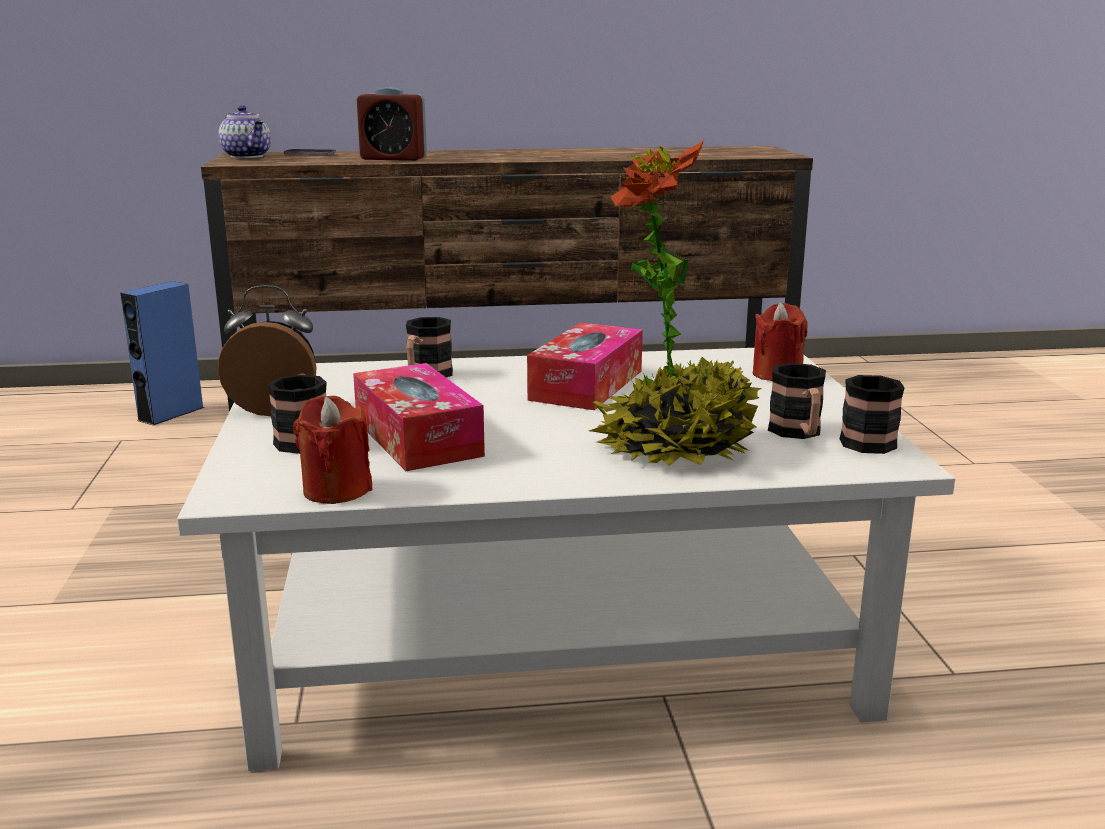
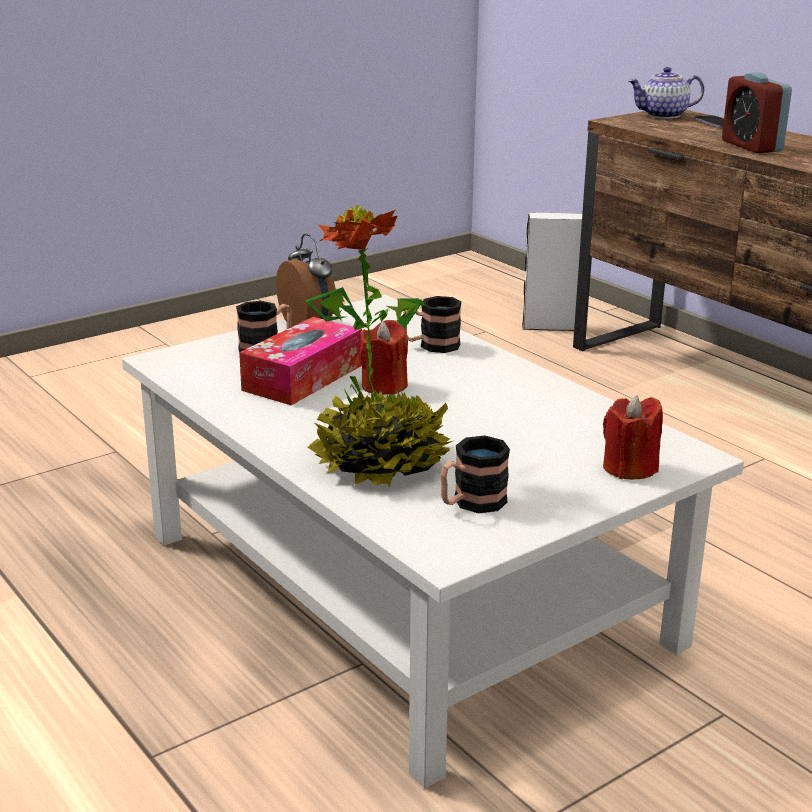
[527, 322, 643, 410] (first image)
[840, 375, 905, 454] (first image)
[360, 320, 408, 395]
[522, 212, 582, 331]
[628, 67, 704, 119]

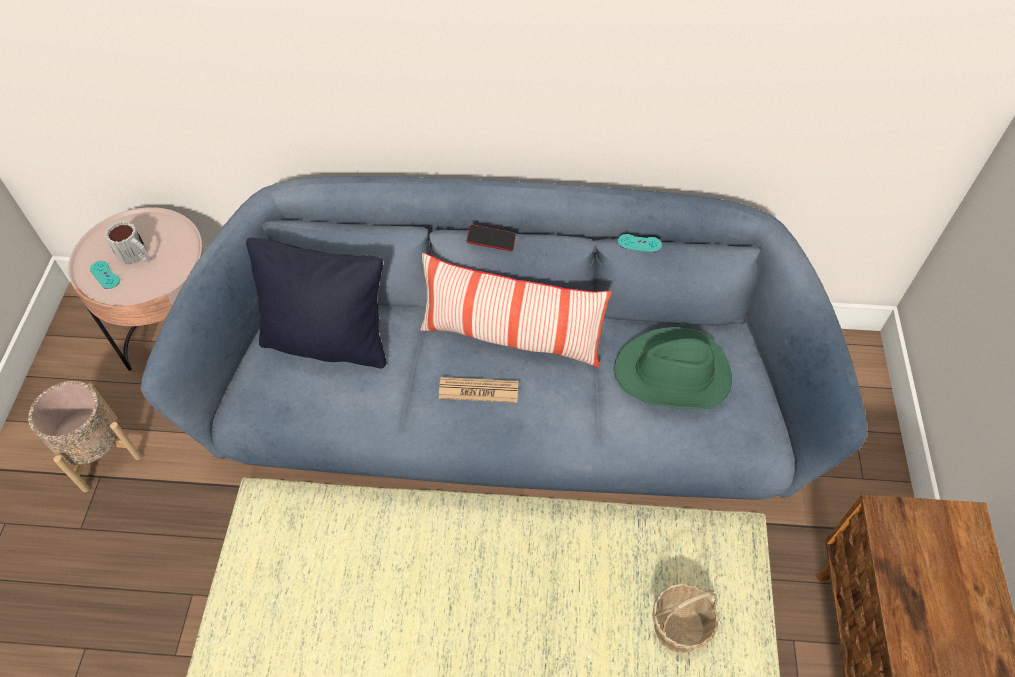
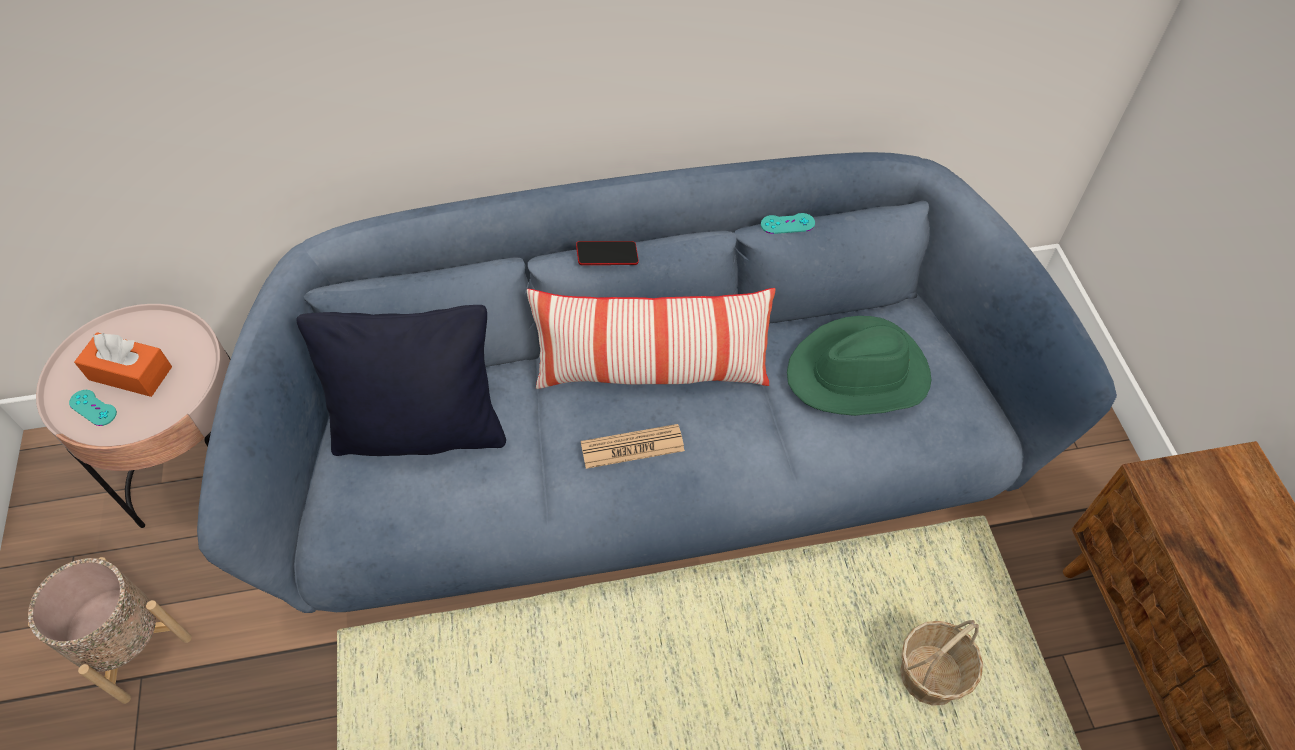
[74, 332, 172, 397]

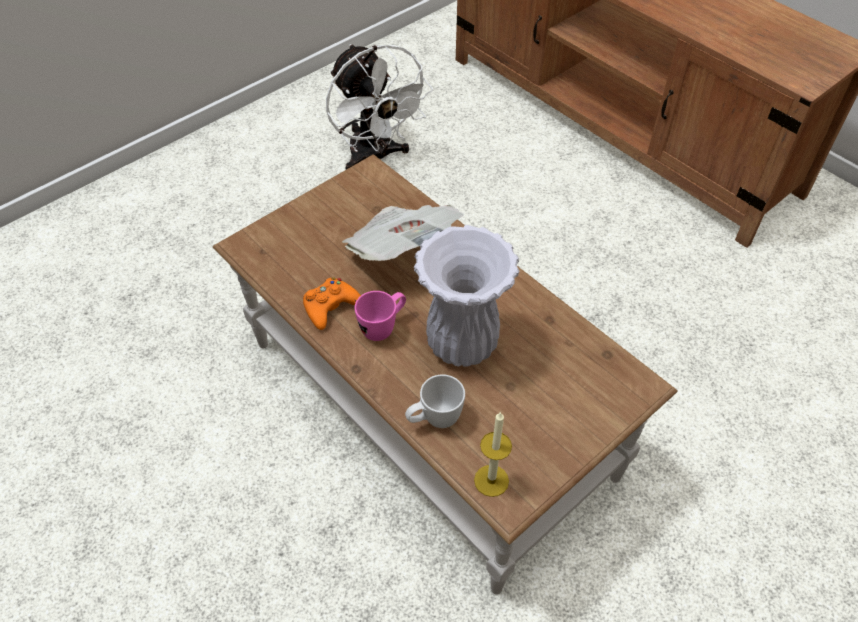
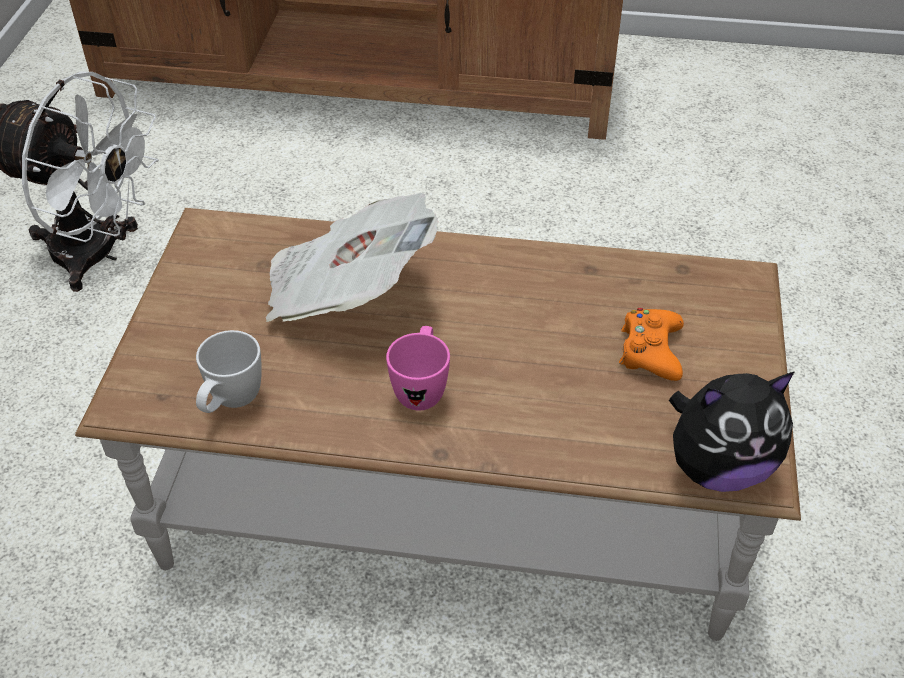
[414, 225, 519, 367] (first image)
[619, 308, 684, 381]
[196, 330, 262, 413]
[669, 372, 794, 492]

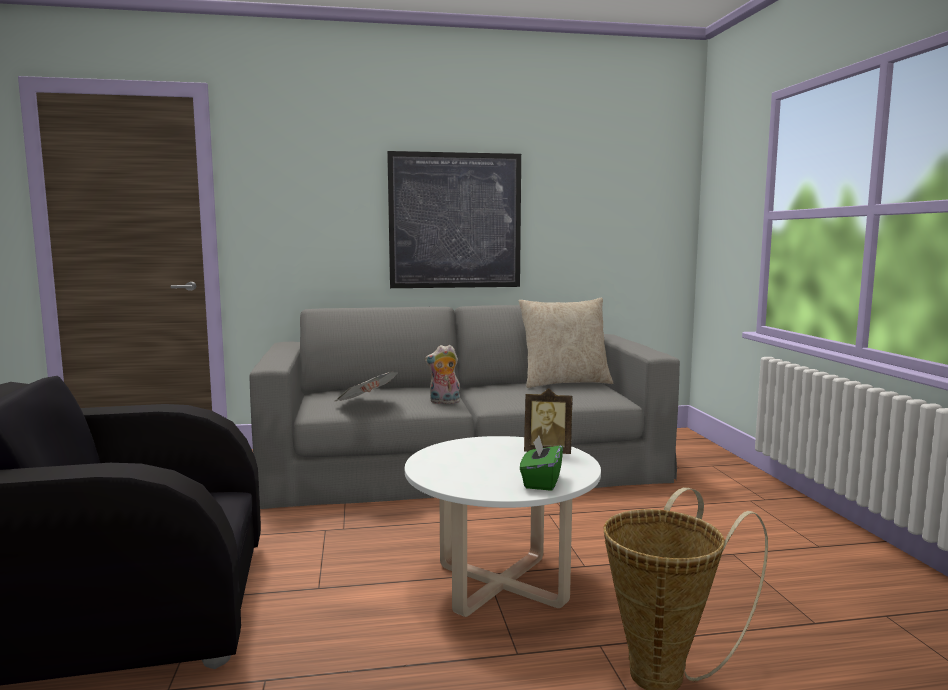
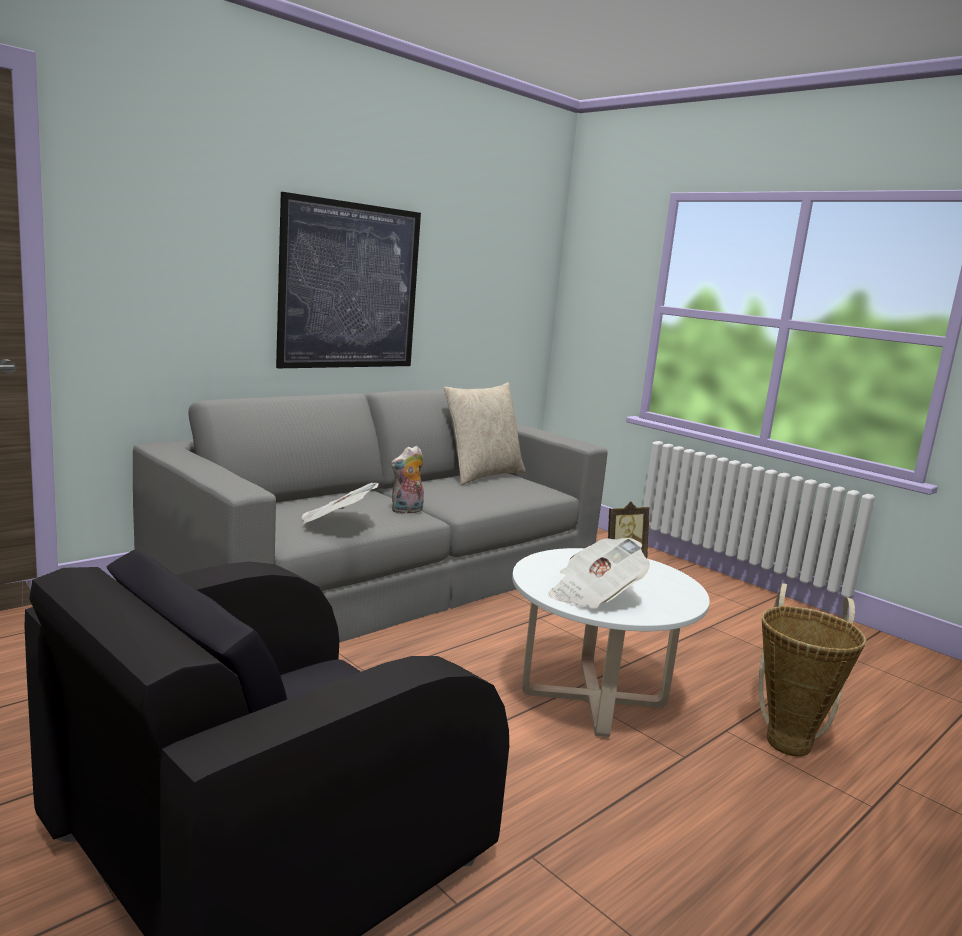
[520, 436, 563, 491] (first image)
[549, 538, 650, 609]

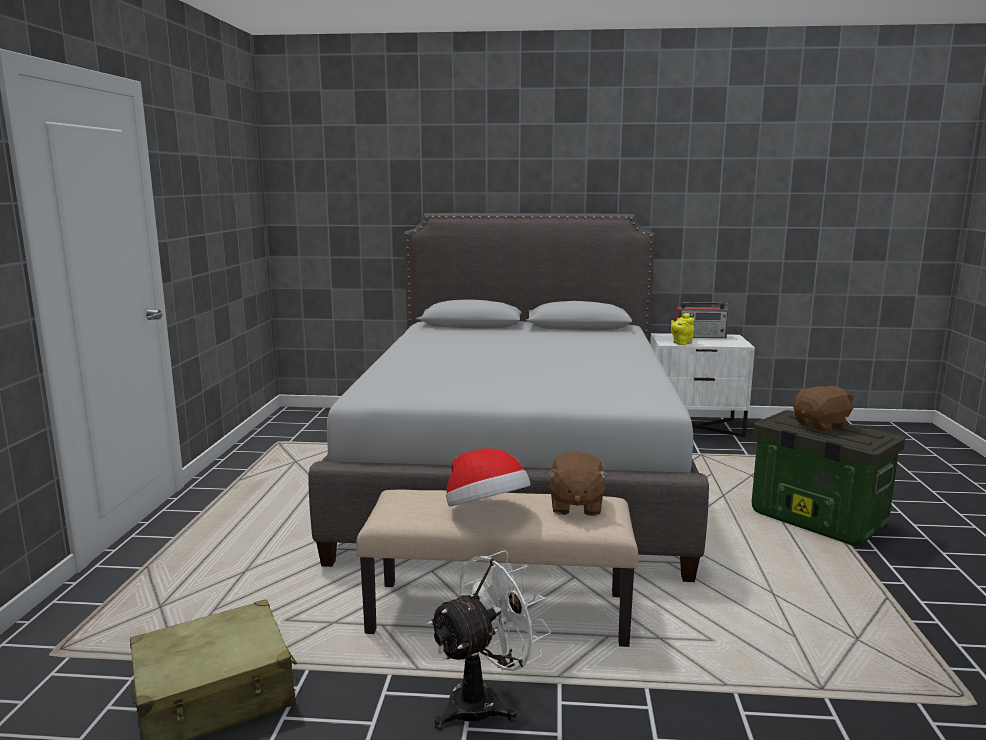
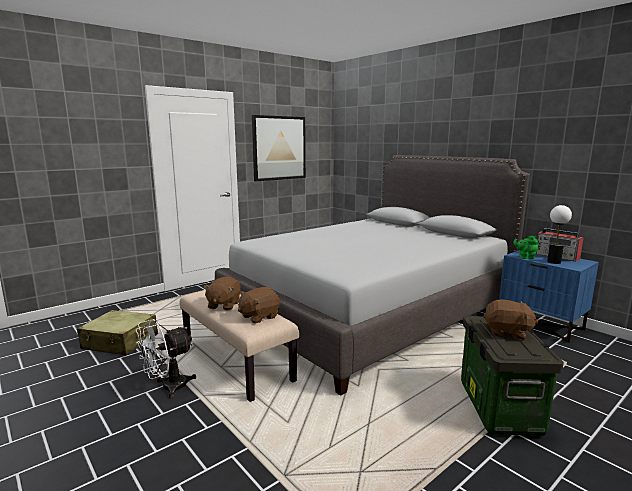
[252, 115, 306, 181]
[547, 205, 572, 264]
[203, 277, 241, 310]
[499, 250, 599, 343]
[513, 236, 539, 259]
[136, 319, 196, 398]

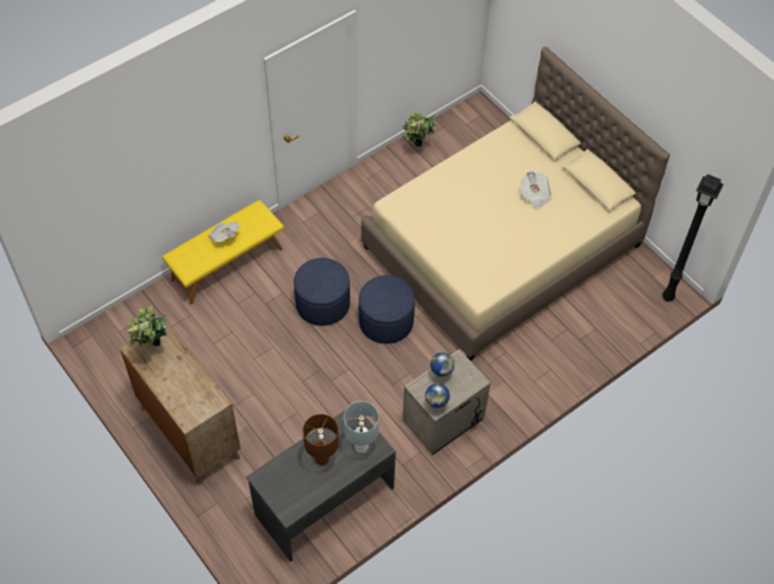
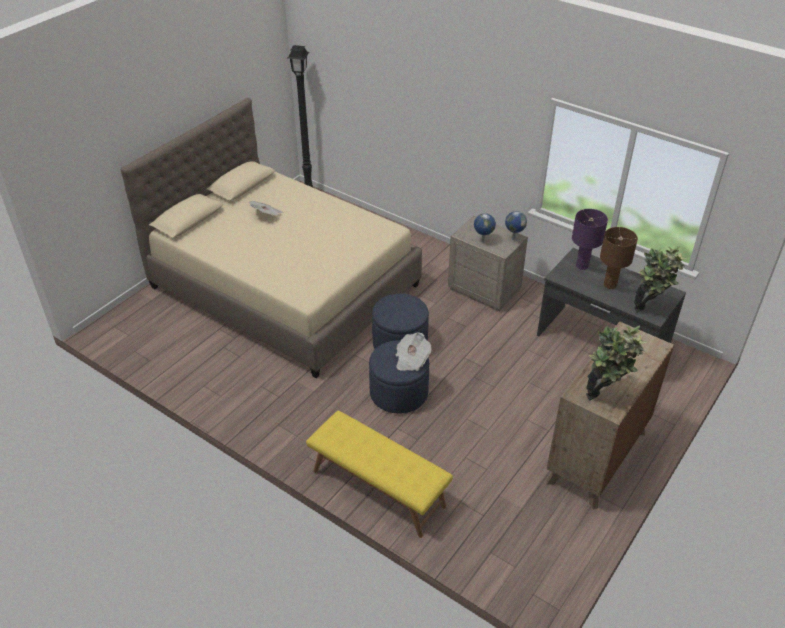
[396, 332, 432, 371]
[634, 246, 687, 313]
[572, 209, 608, 270]

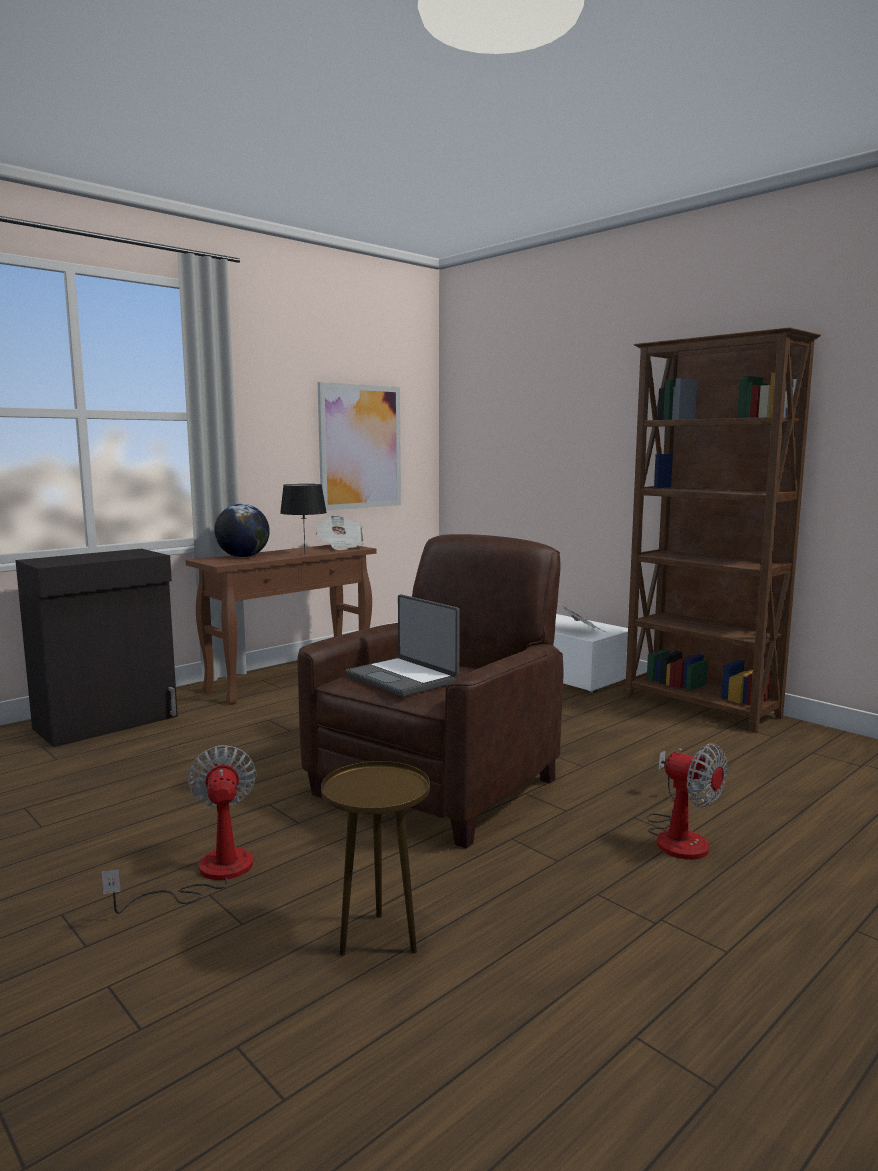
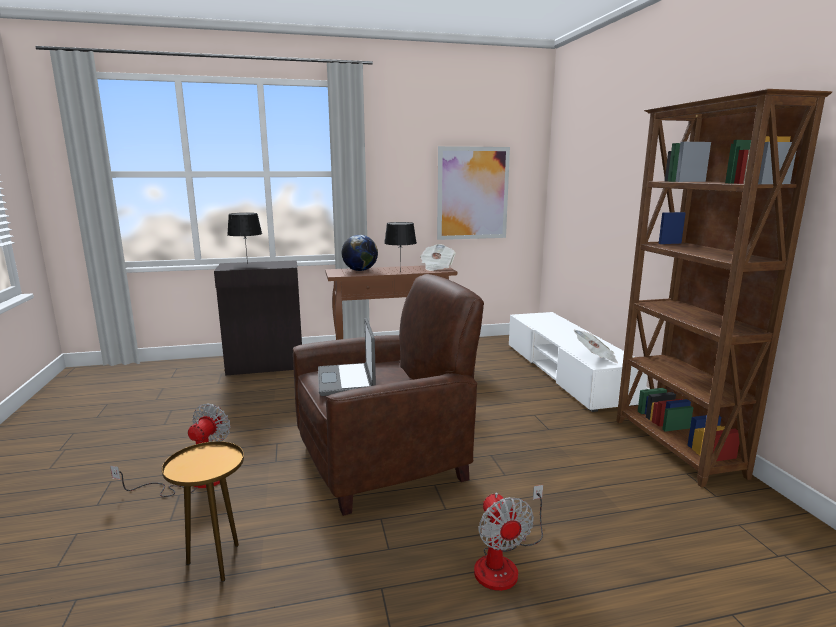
[227, 213, 262, 264]

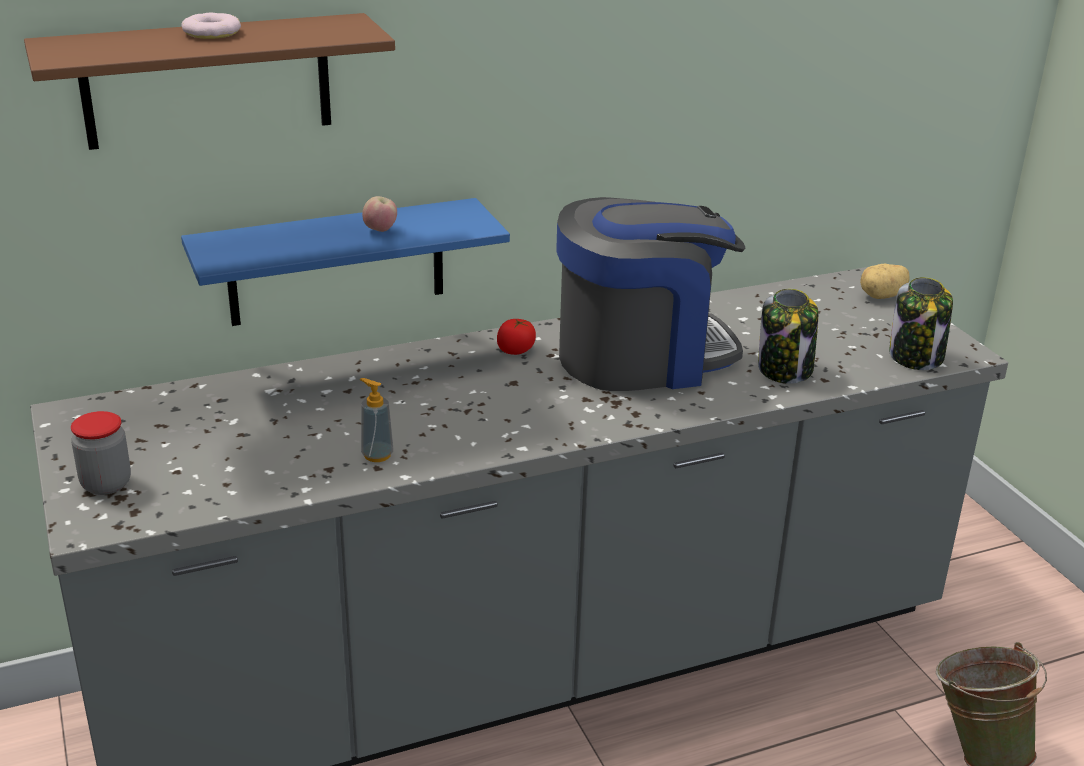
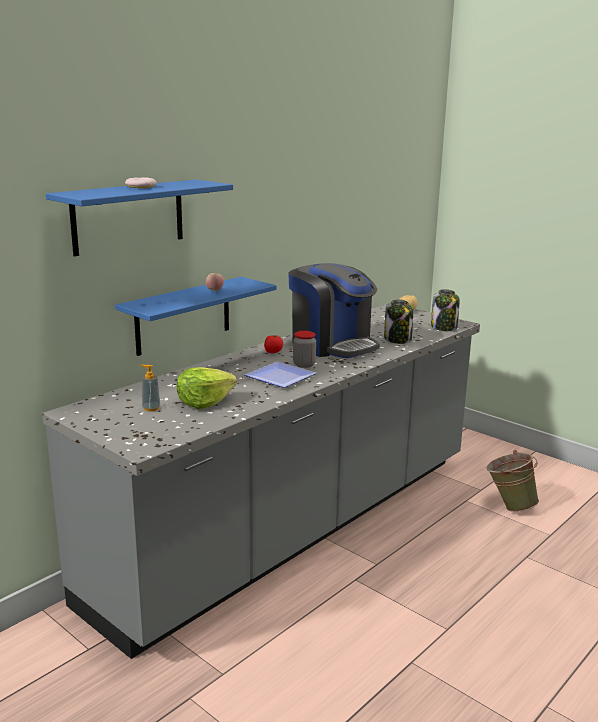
[177, 367, 237, 409]
[244, 361, 316, 388]
[293, 331, 316, 368]
[140, 365, 160, 412]
[46, 180, 233, 256]
[288, 263, 380, 358]

